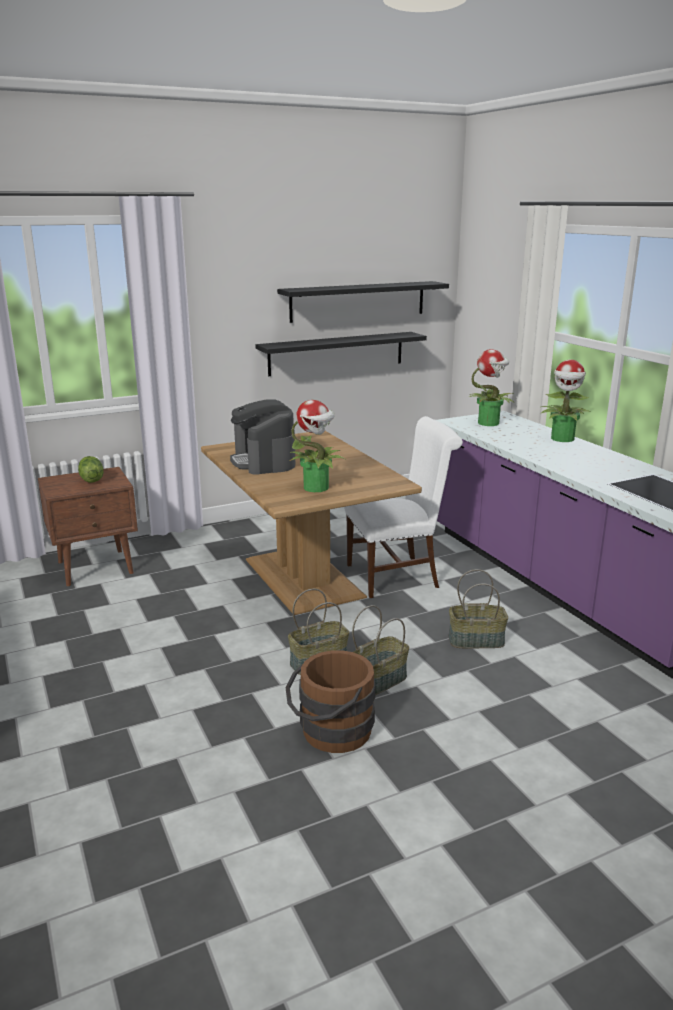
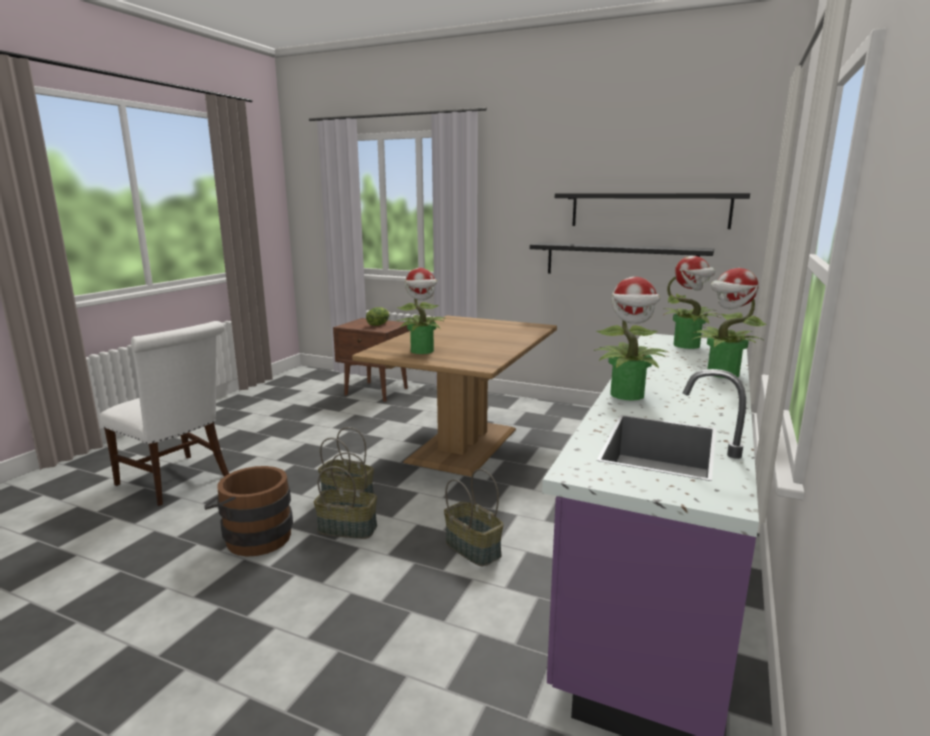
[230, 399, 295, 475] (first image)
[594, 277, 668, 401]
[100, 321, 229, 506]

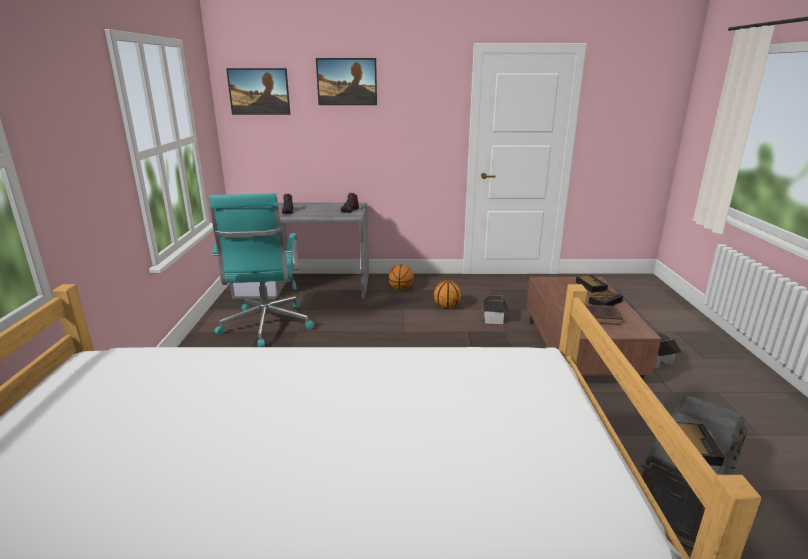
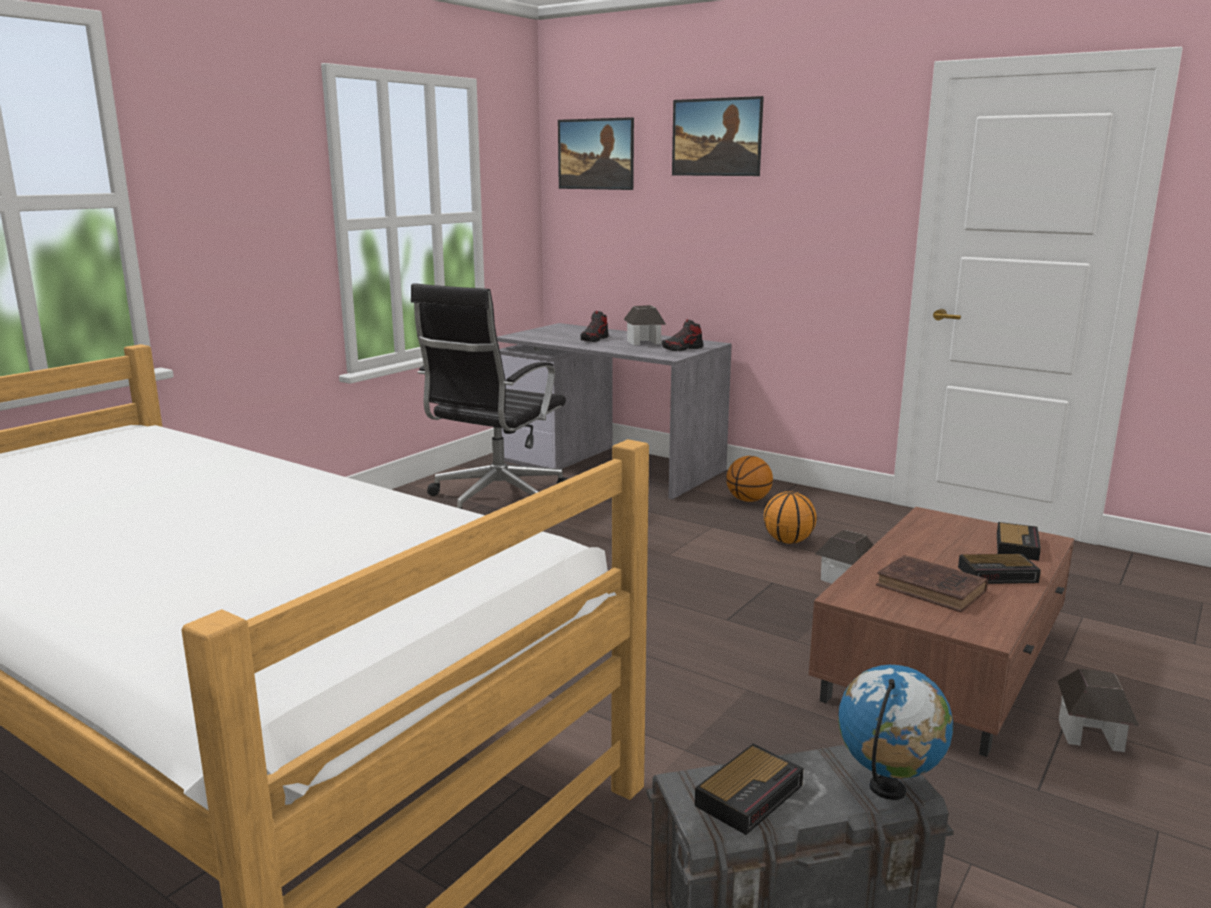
[623, 305, 666, 345]
[838, 665, 953, 800]
[411, 283, 568, 509]

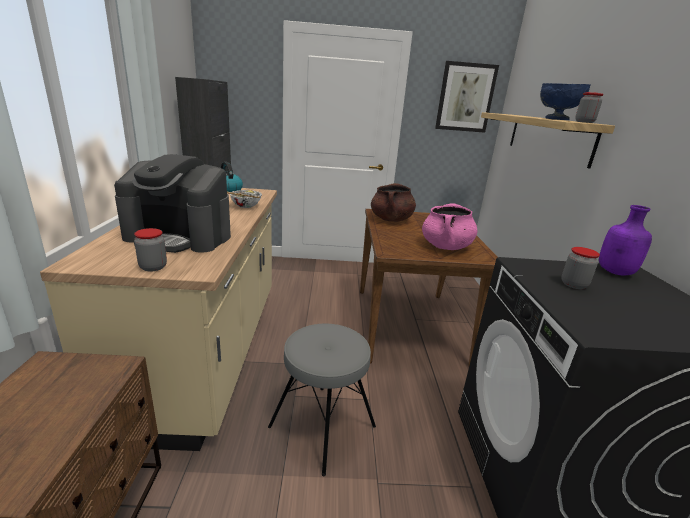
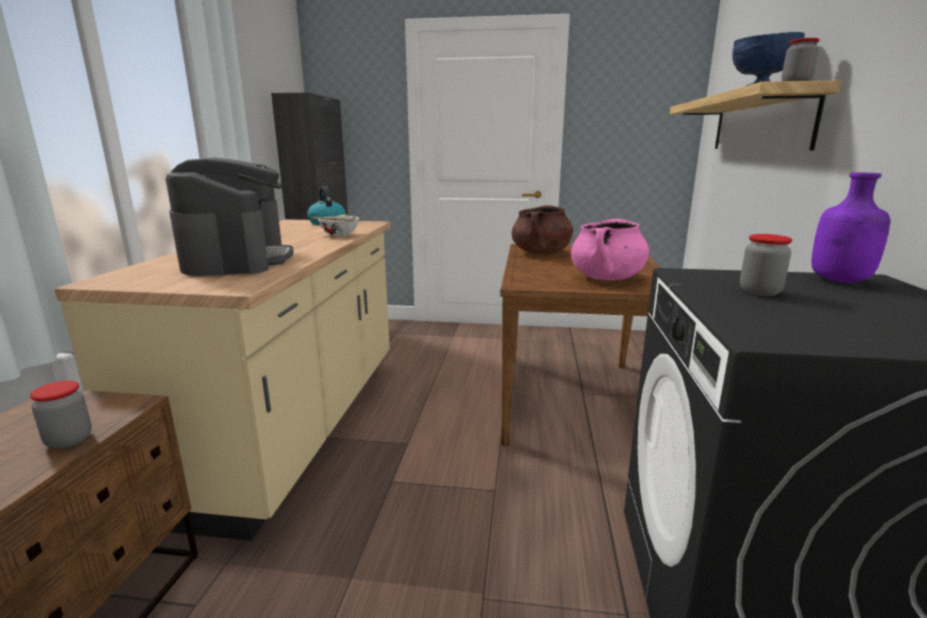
[268, 324, 376, 477] (first image)
[435, 61, 499, 133] (first image)
[30, 381, 92, 449]
[166, 157, 294, 276]

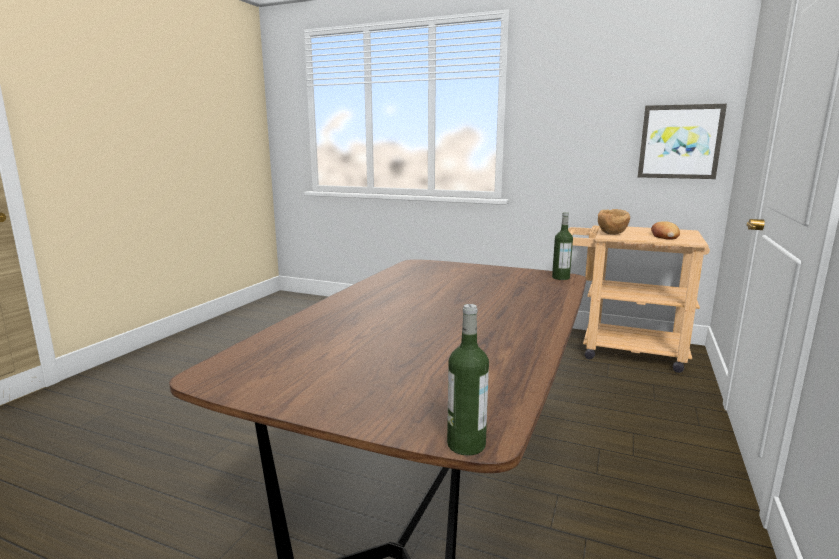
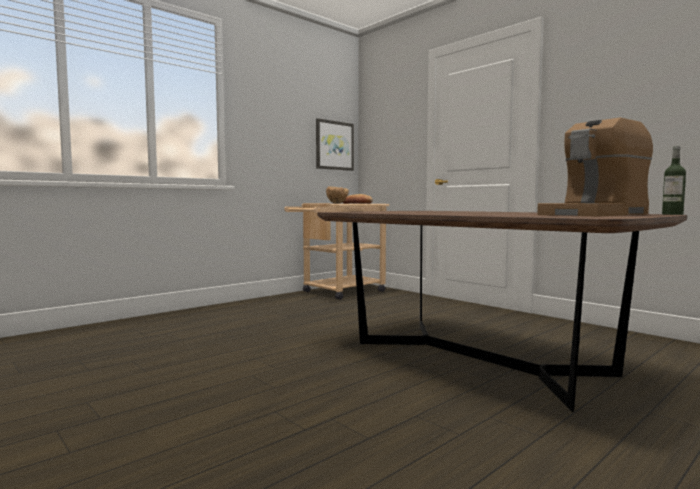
[552, 212, 573, 280] (first image)
[537, 117, 653, 216]

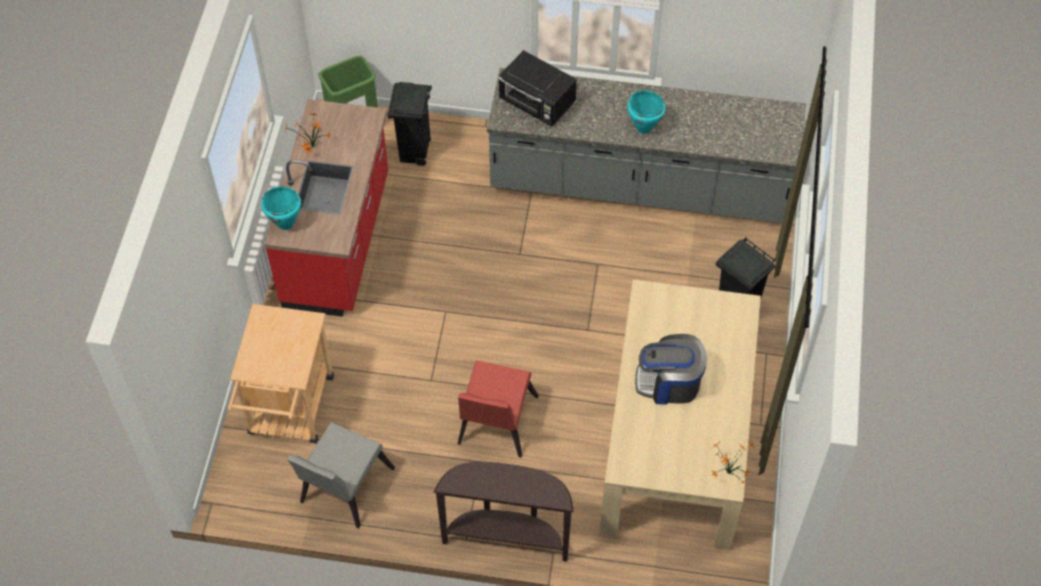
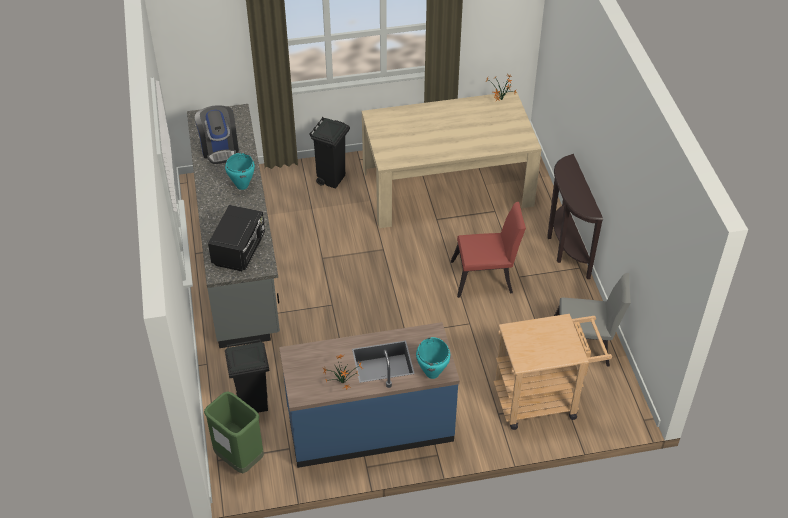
[195, 105, 239, 164]
[279, 322, 460, 468]

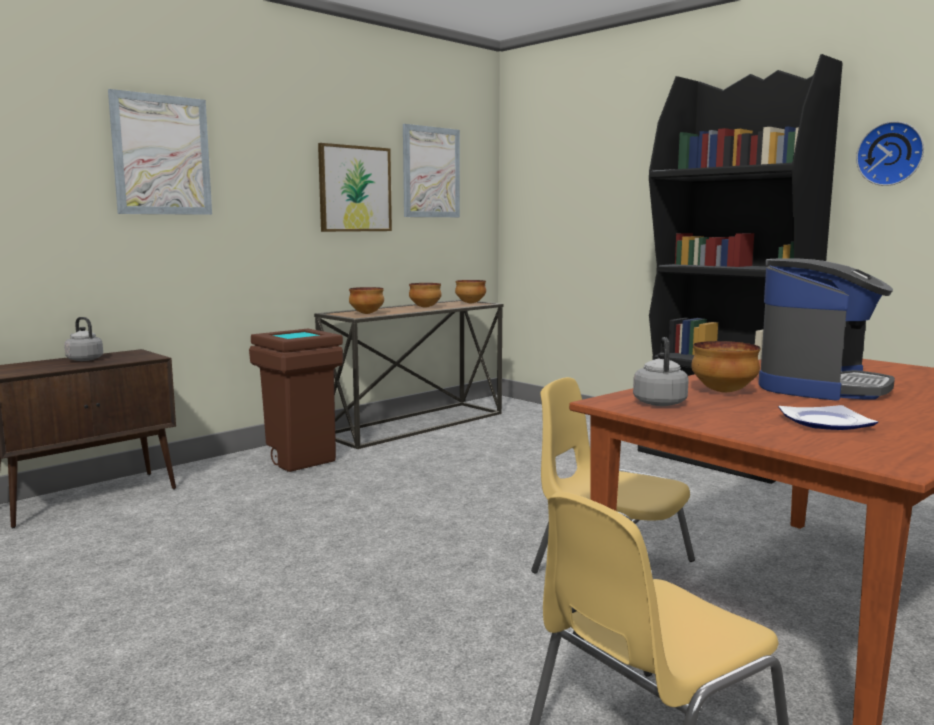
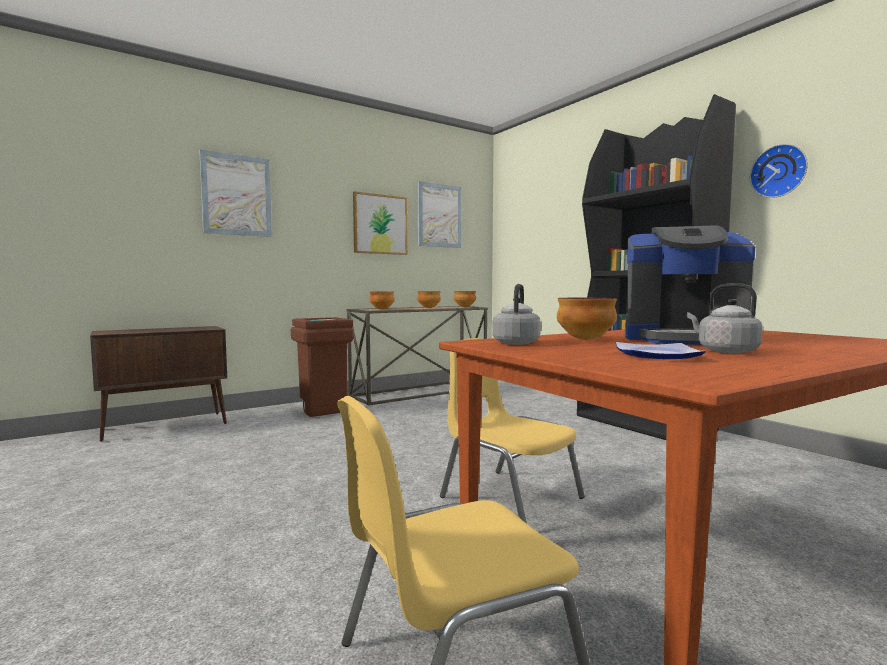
[687, 283, 763, 353]
[625, 225, 755, 345]

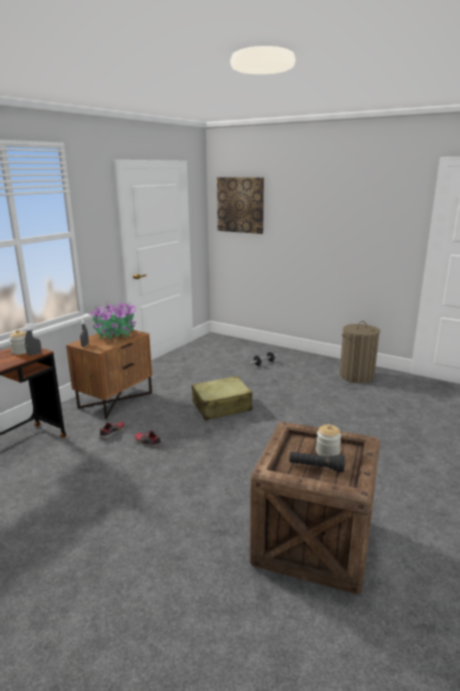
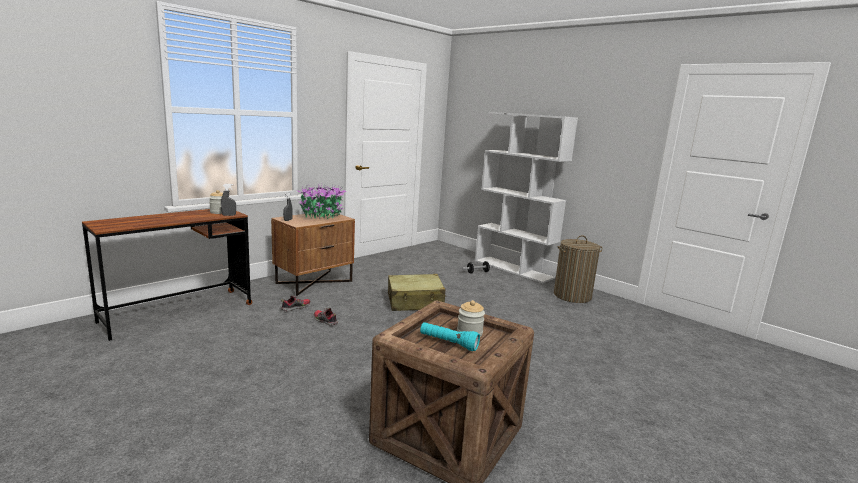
[217, 177, 264, 234] (first image)
[475, 112, 578, 283]
[420, 322, 480, 351]

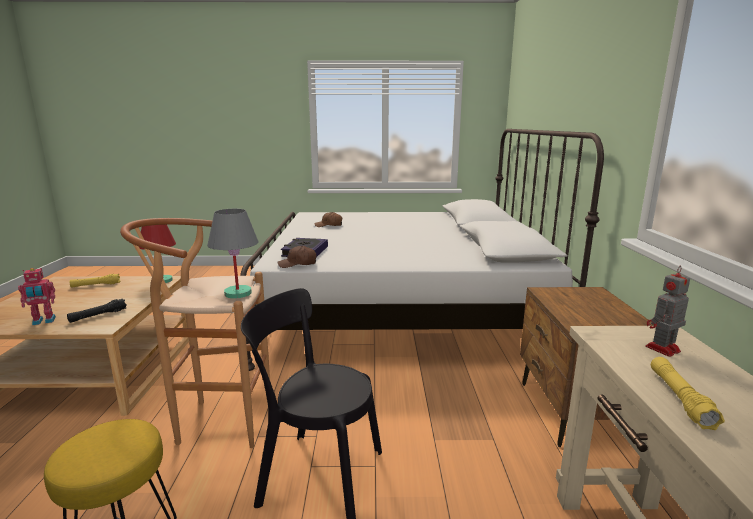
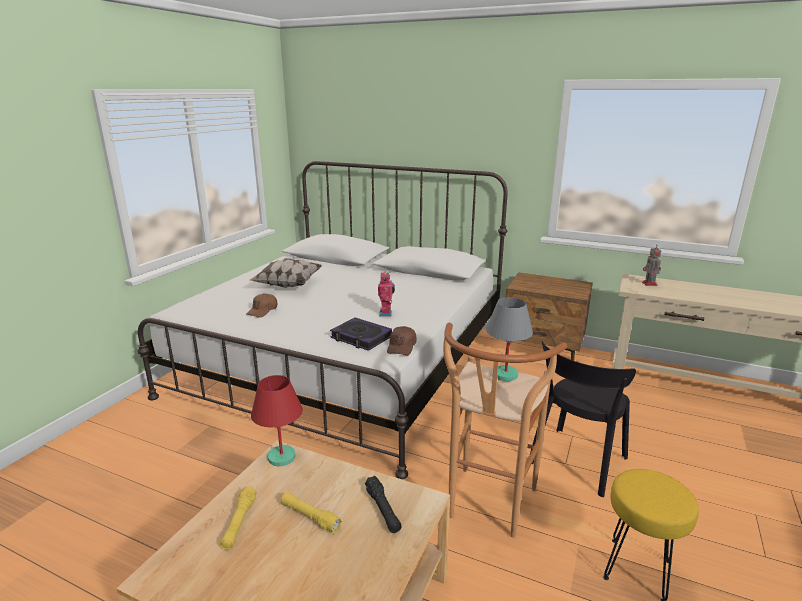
[250, 258, 322, 288]
[378, 272, 395, 317]
[281, 492, 342, 534]

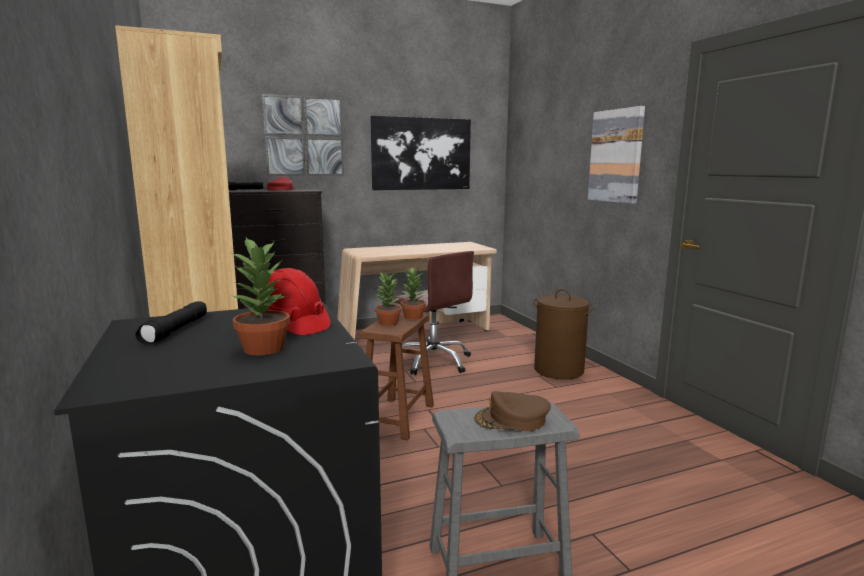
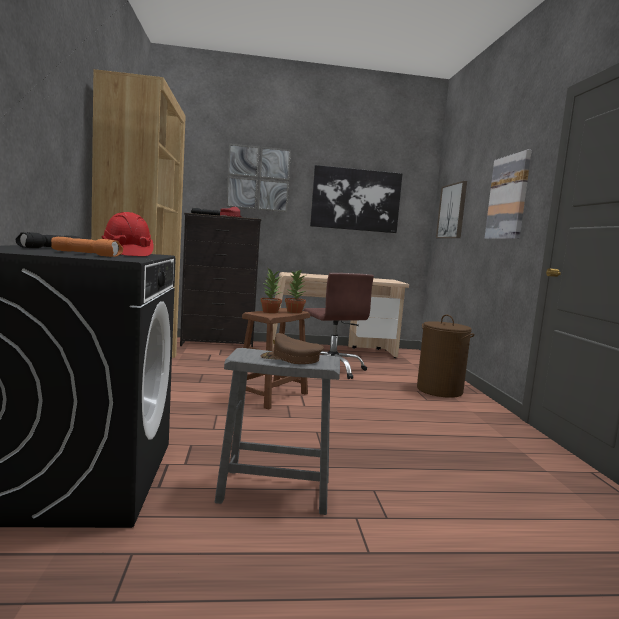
[436, 181, 467, 238]
[51, 237, 123, 257]

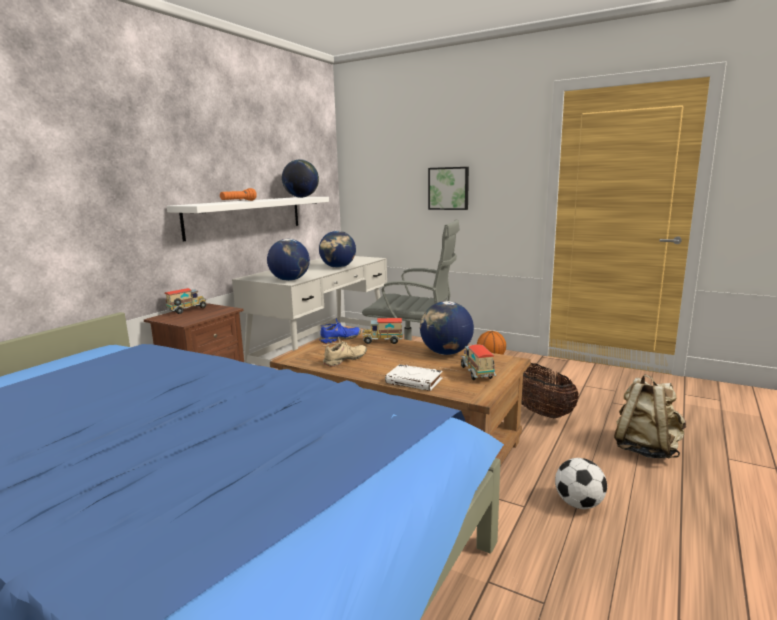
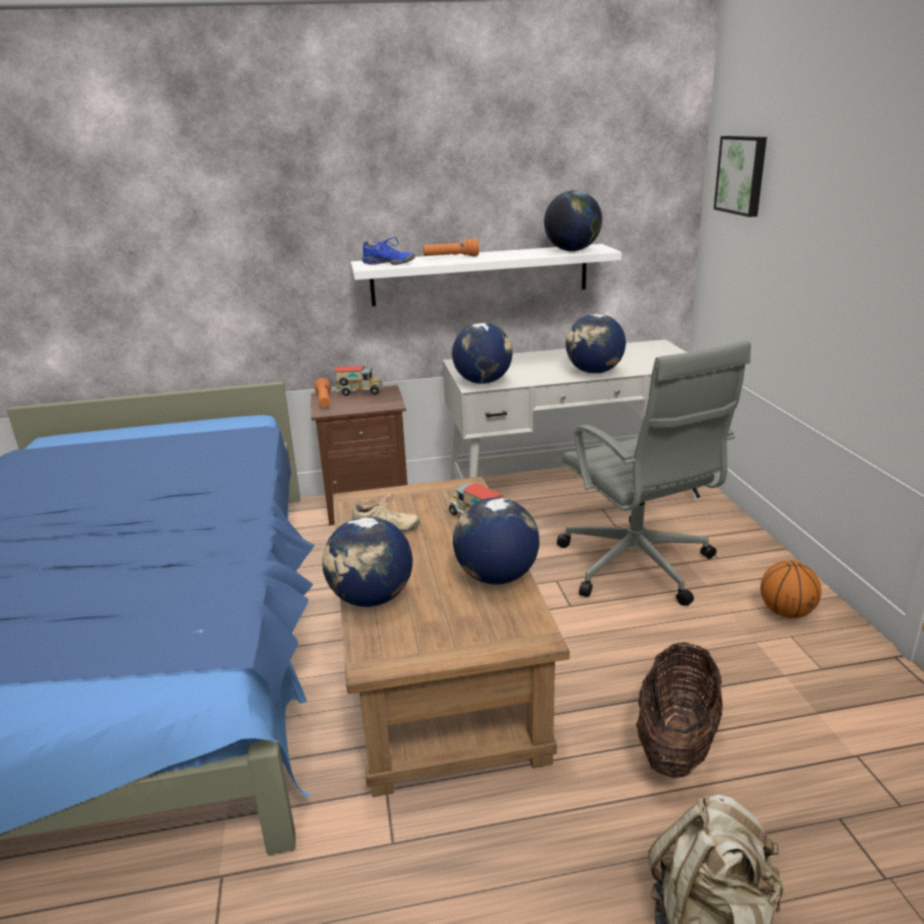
[461, 344, 497, 381] (first image)
[555, 458, 607, 509] (first image)
[314, 378, 331, 407]
[362, 237, 415, 265]
[714, 136, 767, 217]
[322, 516, 413, 607]

